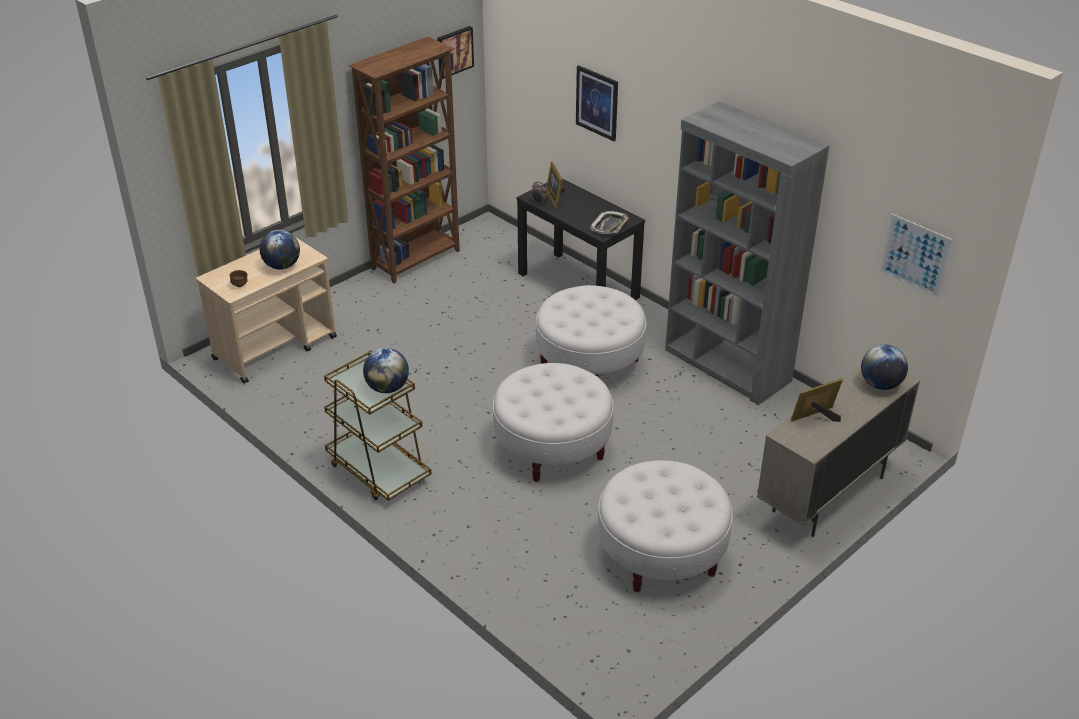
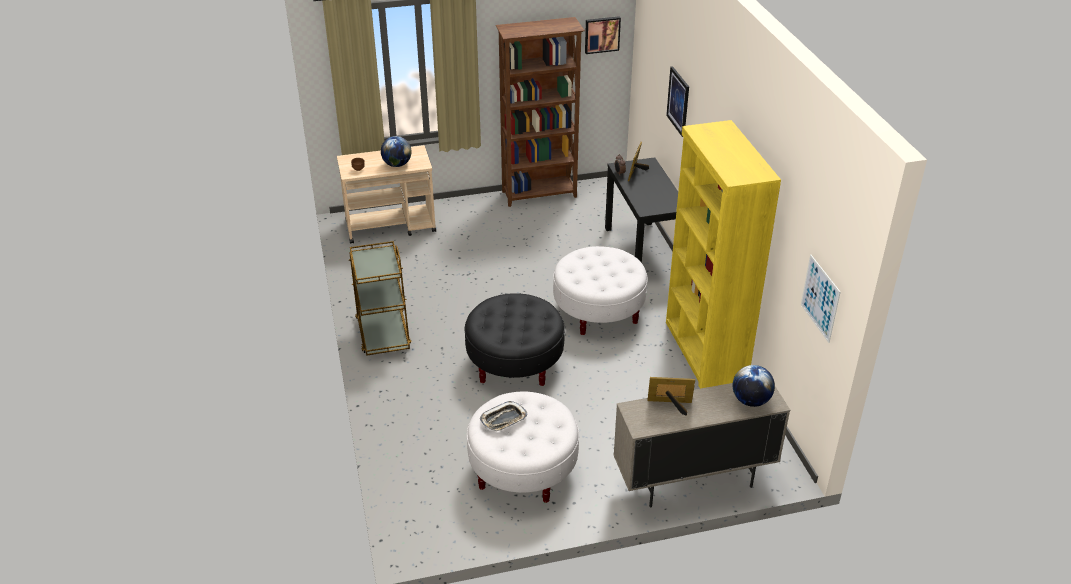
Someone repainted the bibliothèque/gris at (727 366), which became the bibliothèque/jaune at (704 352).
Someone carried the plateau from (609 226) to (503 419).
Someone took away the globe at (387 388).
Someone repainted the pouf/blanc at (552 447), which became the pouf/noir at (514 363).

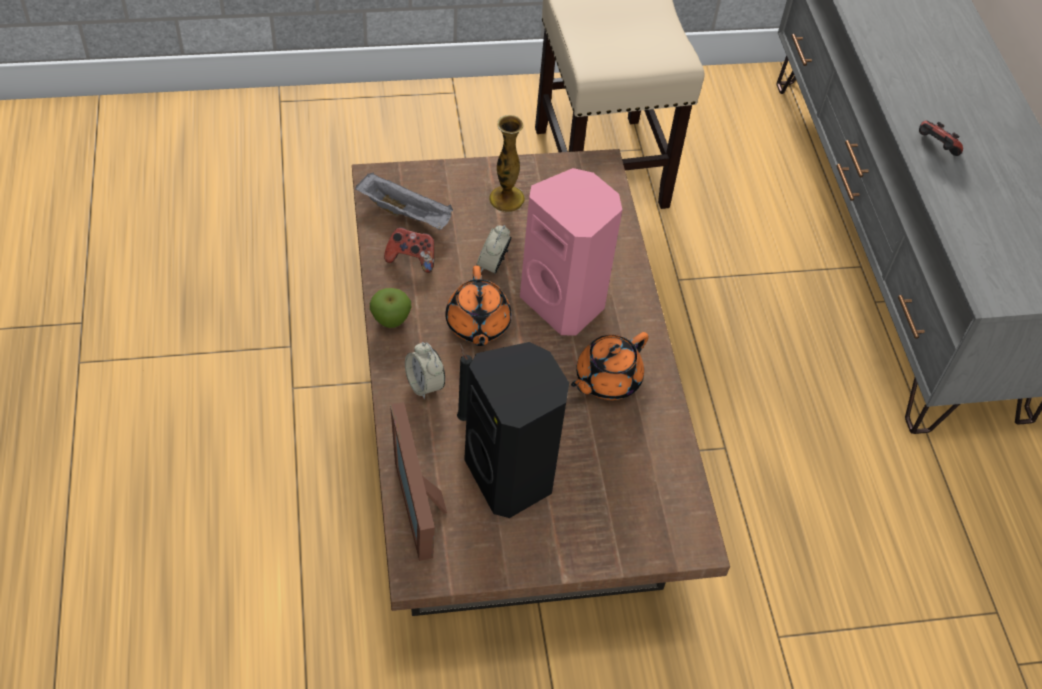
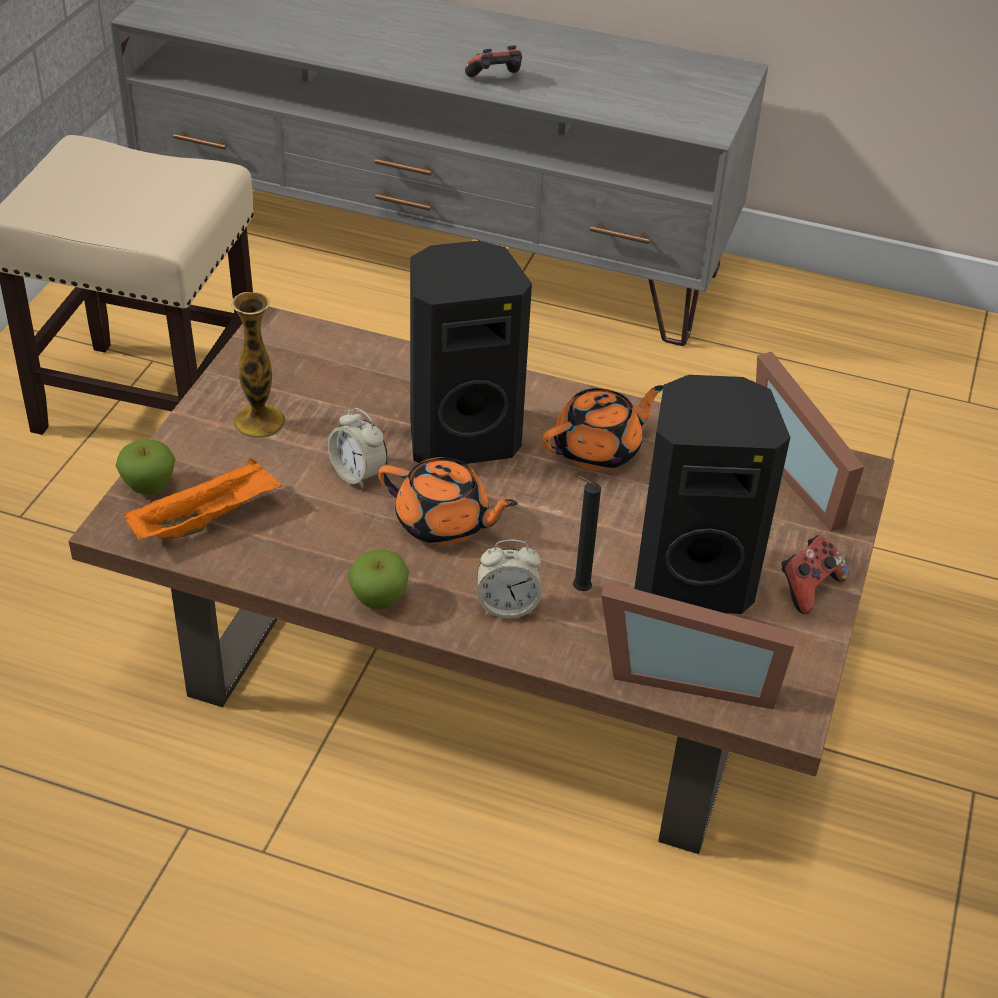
Someone repainted the enceinte/rose at (565 302), which became the enceinte/noir at (461 437).
Someone repainted the plateau/gris at (406 213), which became the plateau/orange at (207 519).
Someone carried the manette from (411 258) to (808 588).
Someone rotated the théière/orange at (606 380) by 105 degrees counterclockwise.
Someone put down the cadre photo at (805 475).
Someone put down the pomme at (149 487).

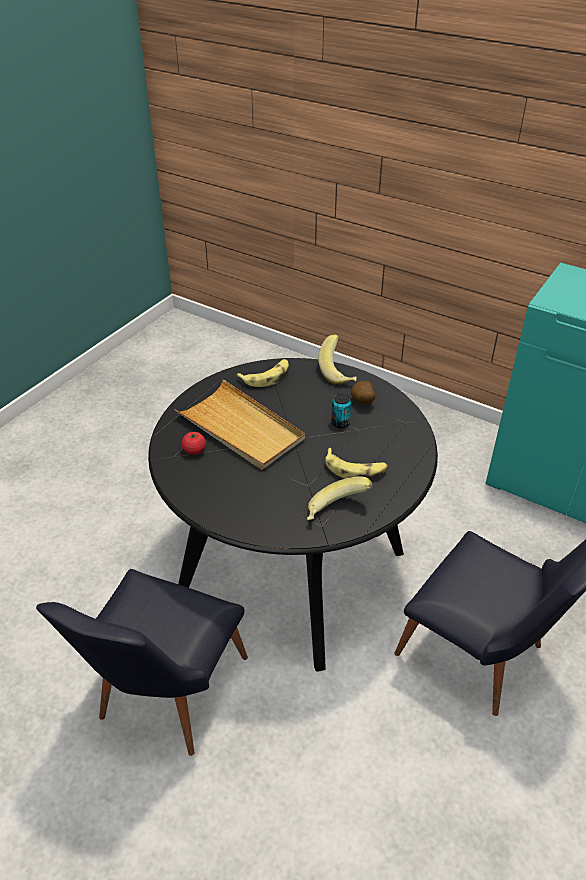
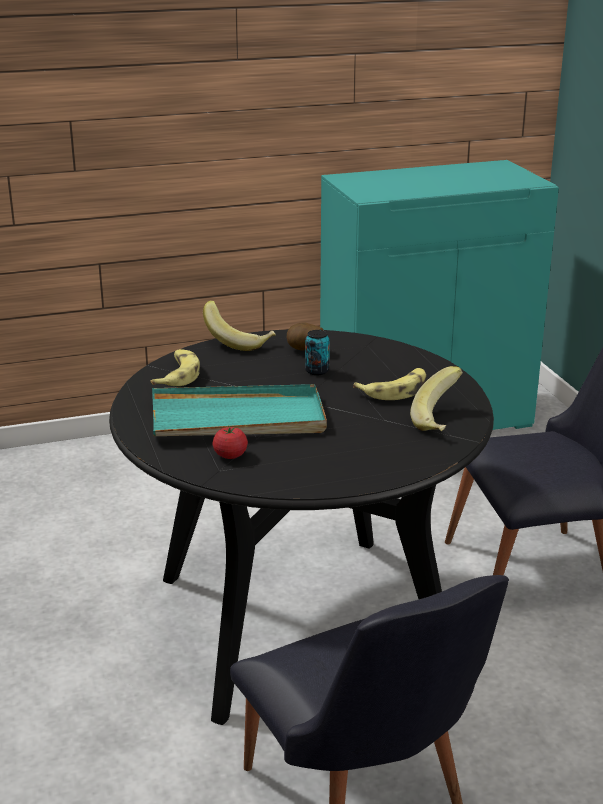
Someone repainted the plateau/beige at (241 428), which became the plateau/turquoise at (238 418).

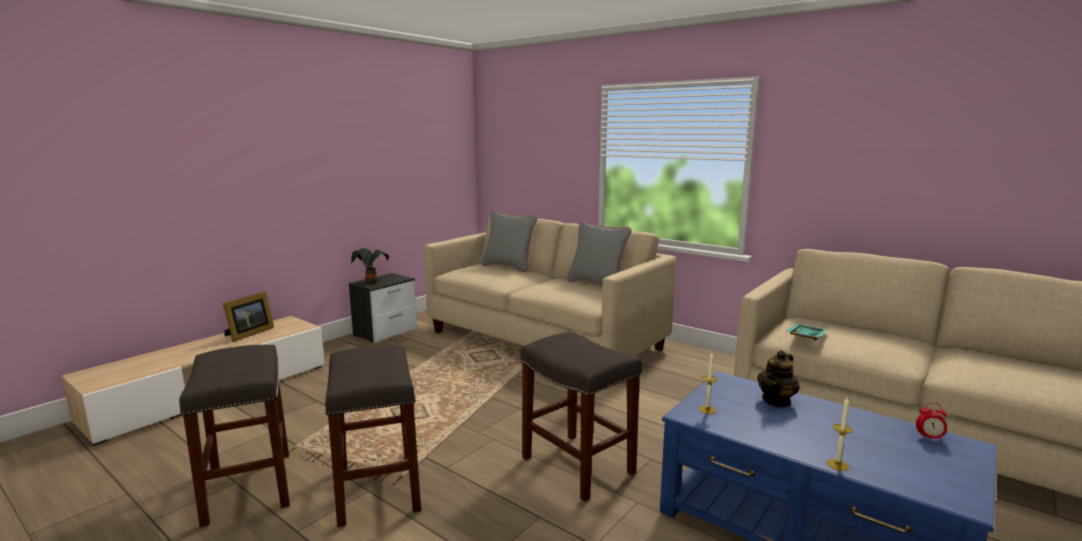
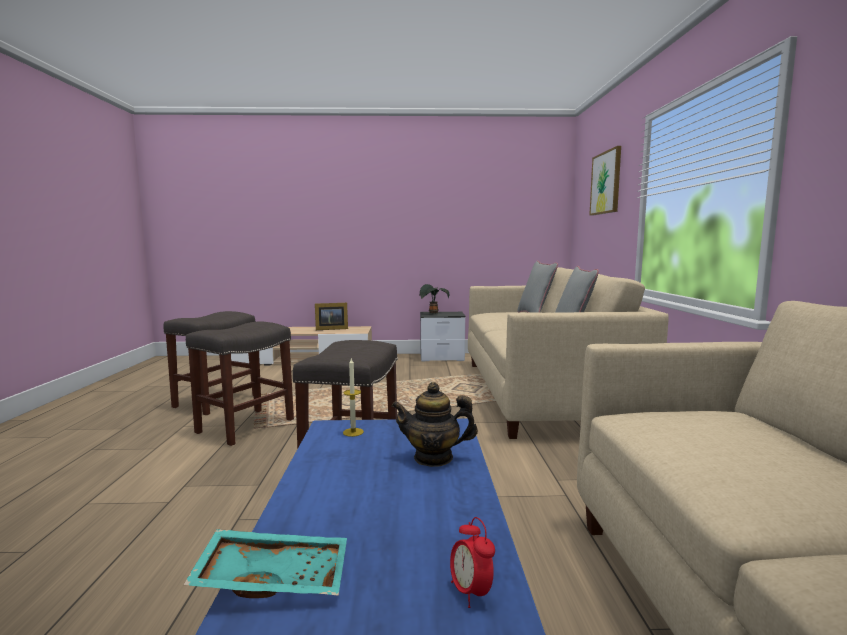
Someone carried the plateau/turquoise from (805 337) to (275 577).
Someone took away the bougie at (837 465).
Someone put up the tableau at (606 183).

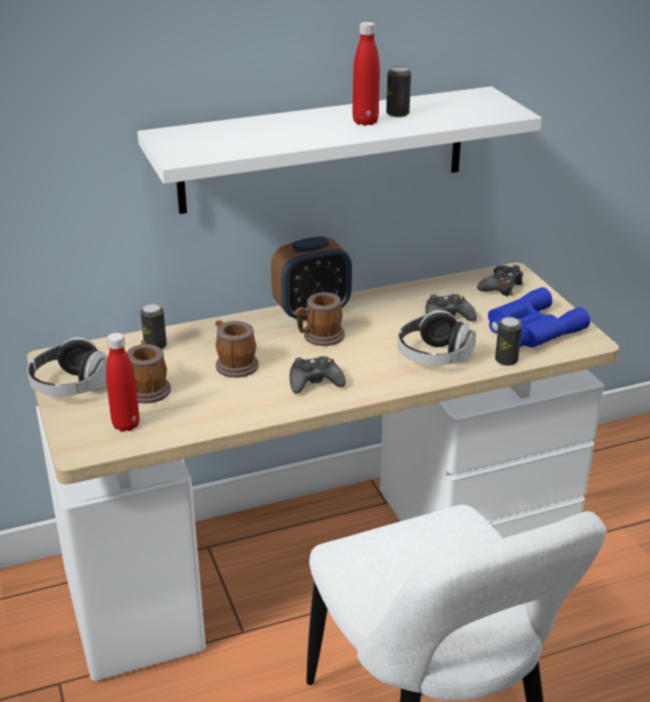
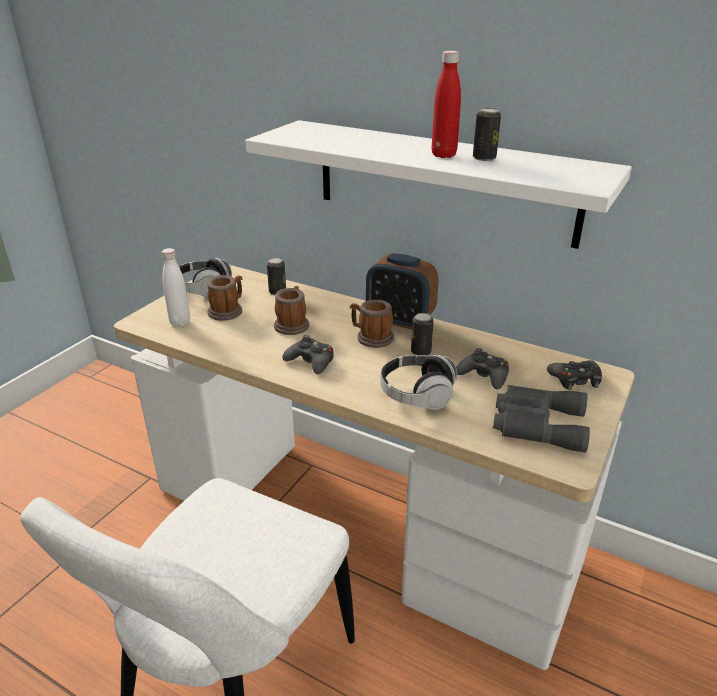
Someone repainted the jumelles/bleu at (531 329), which became the jumelles/gris at (536 423).
Someone carried the boîte métallique from (506 360) to (421 352).
Someone repainted the bouteille/rouge at (126 425), which became the bouteille/blanc at (180 322).

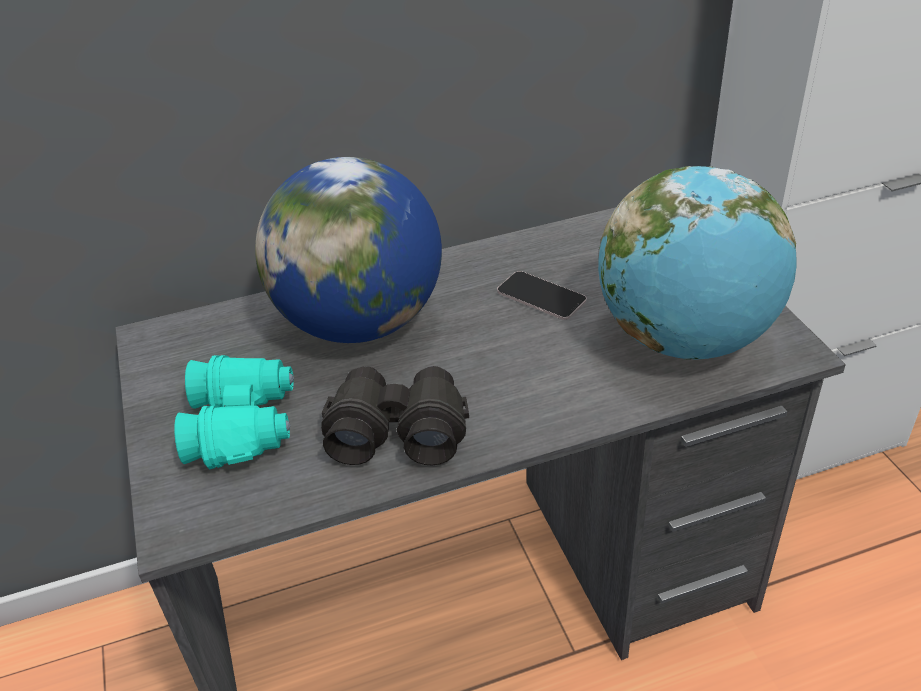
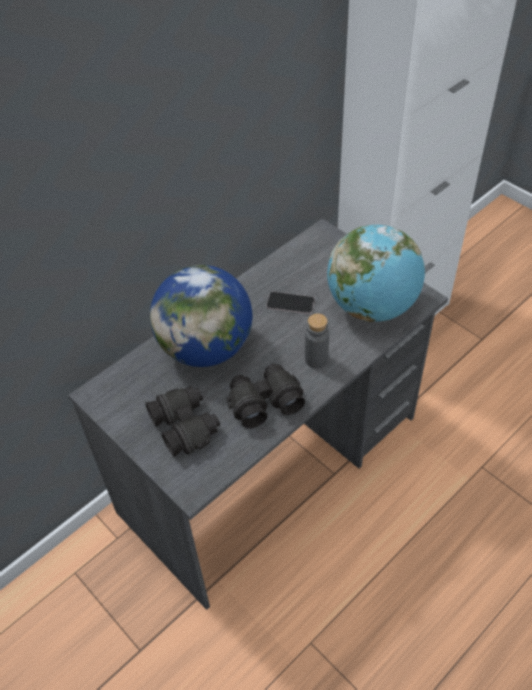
Someone repainted the jumelles/turquoise at (243 425), which became the jumelles/noir at (185 426).
Someone put down the bouteille/gris at (316 359).

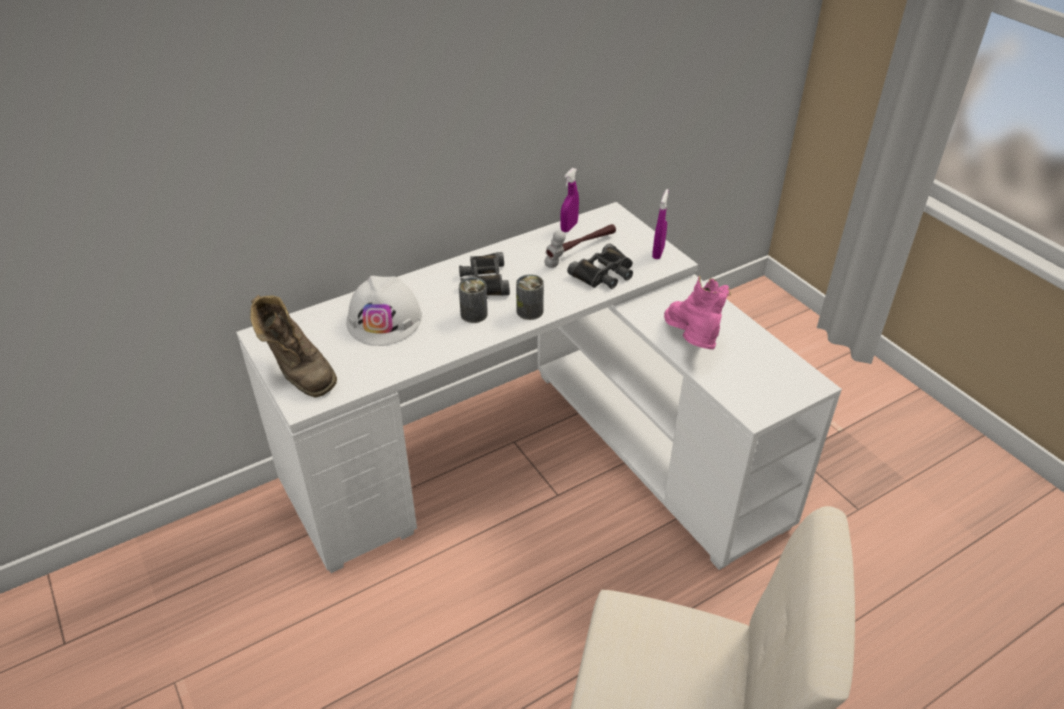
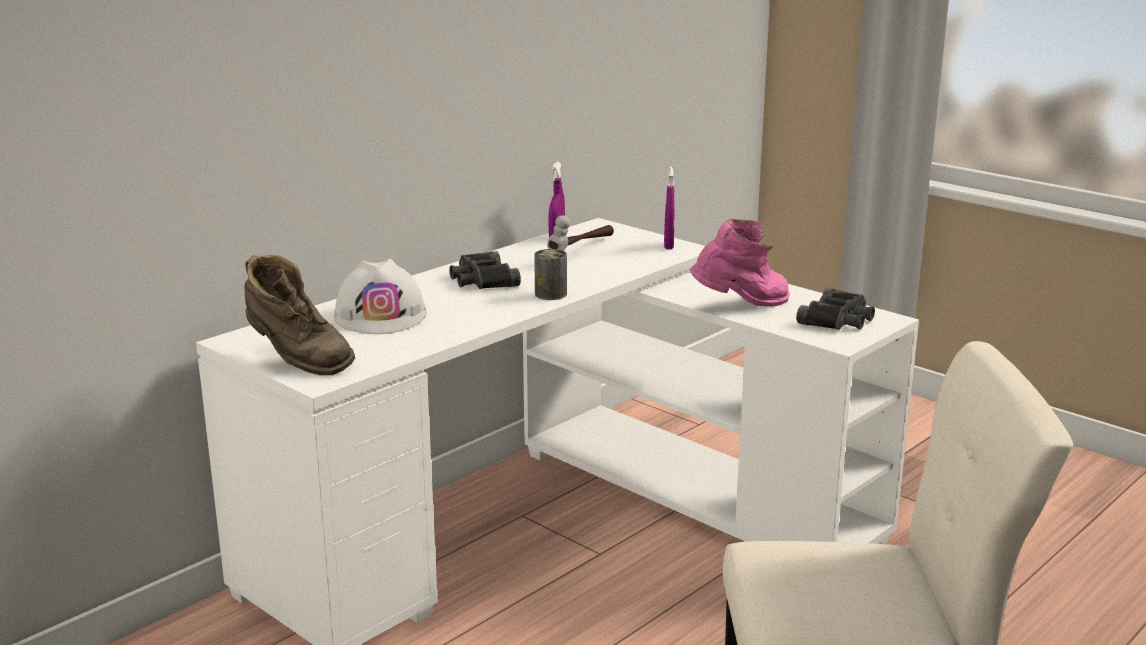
Someone carried the jumelles/noir from (604 274) to (837 319).
Someone rotated the botte/rose at (691 343) by 90 degrees clockwise.
Someone took away the boîte métallique at (474 314).

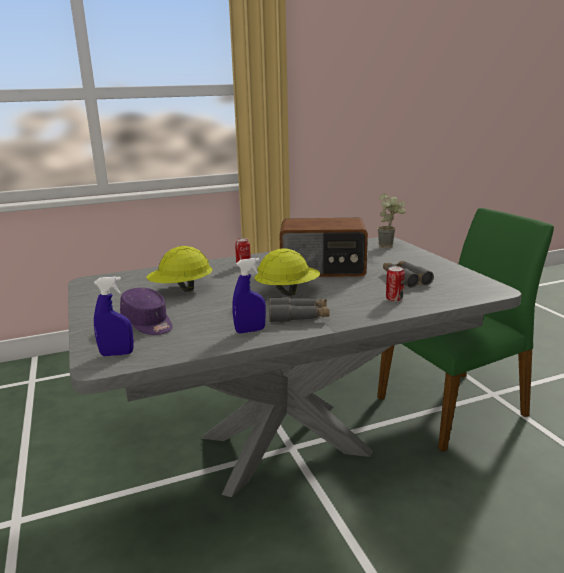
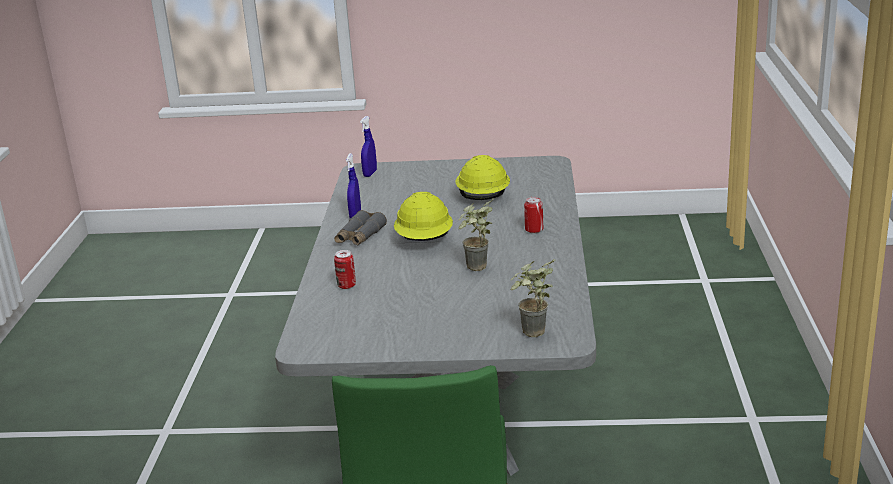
Someone swapped the radio at (323 269) for the plante en pot at (476 270).
Someone took away the jumelles/gris at (405 279).
Someone took away the casquette/violet at (148 324).

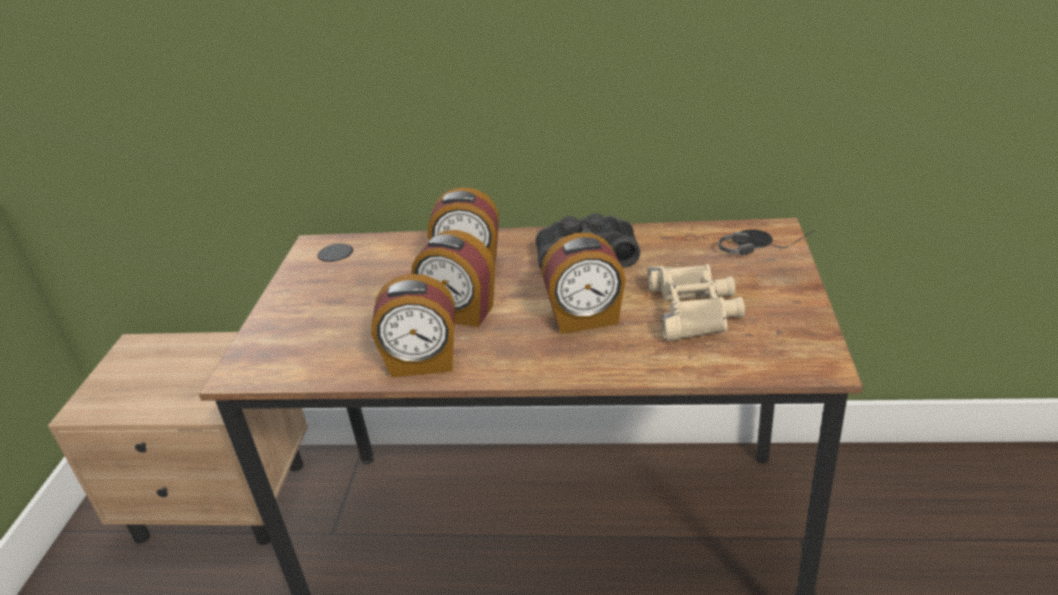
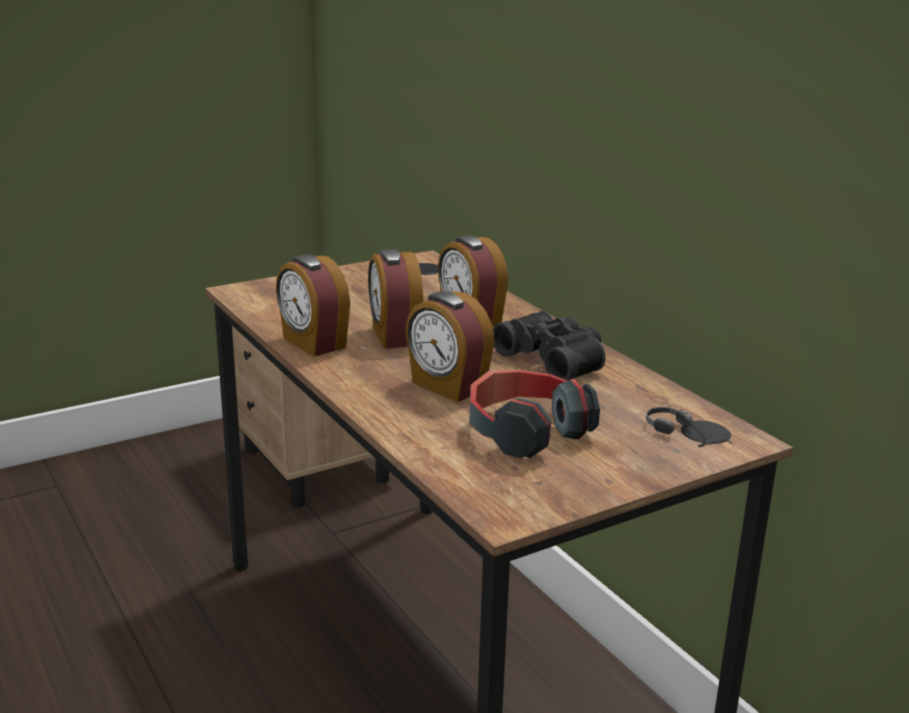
Someone swapped the jumelles/beige at (694 309) for the casque audio at (525 431).

